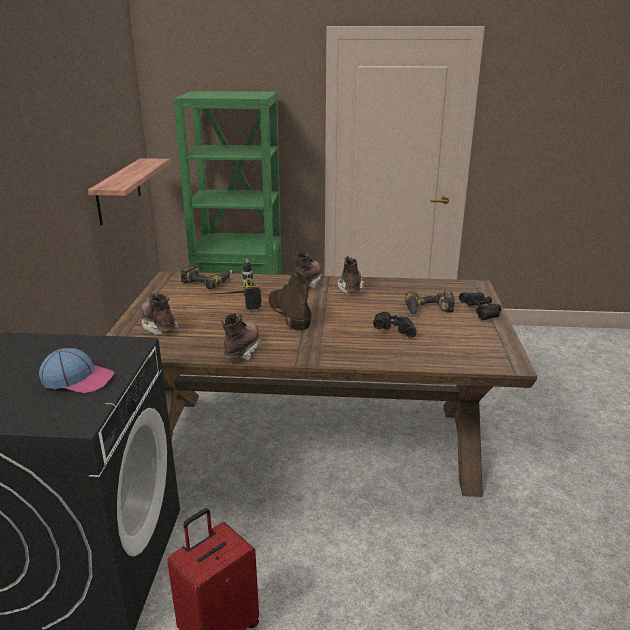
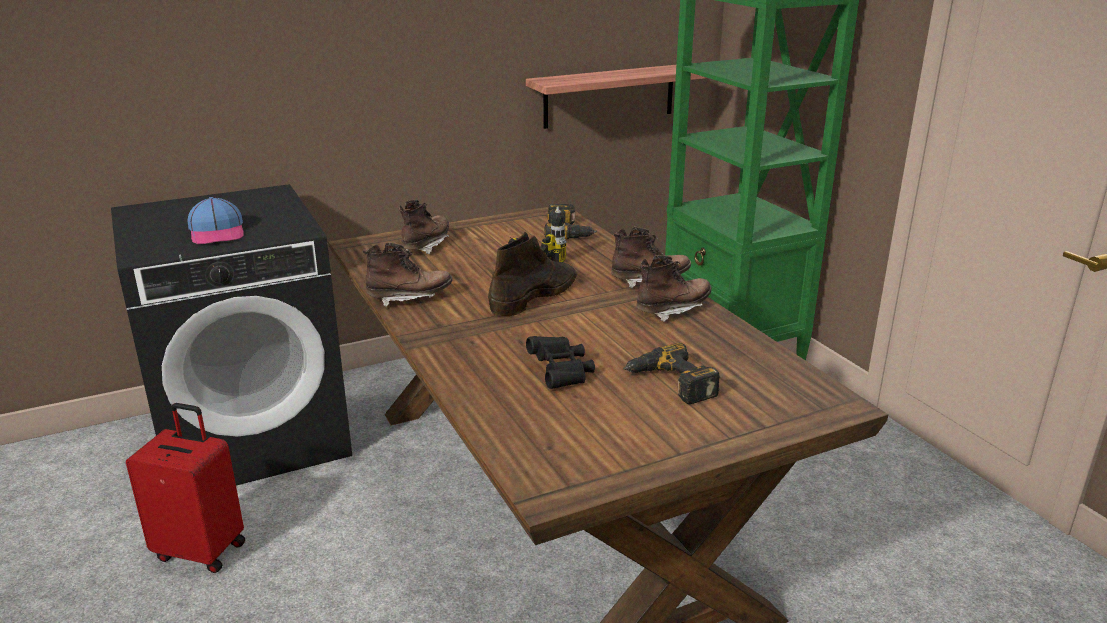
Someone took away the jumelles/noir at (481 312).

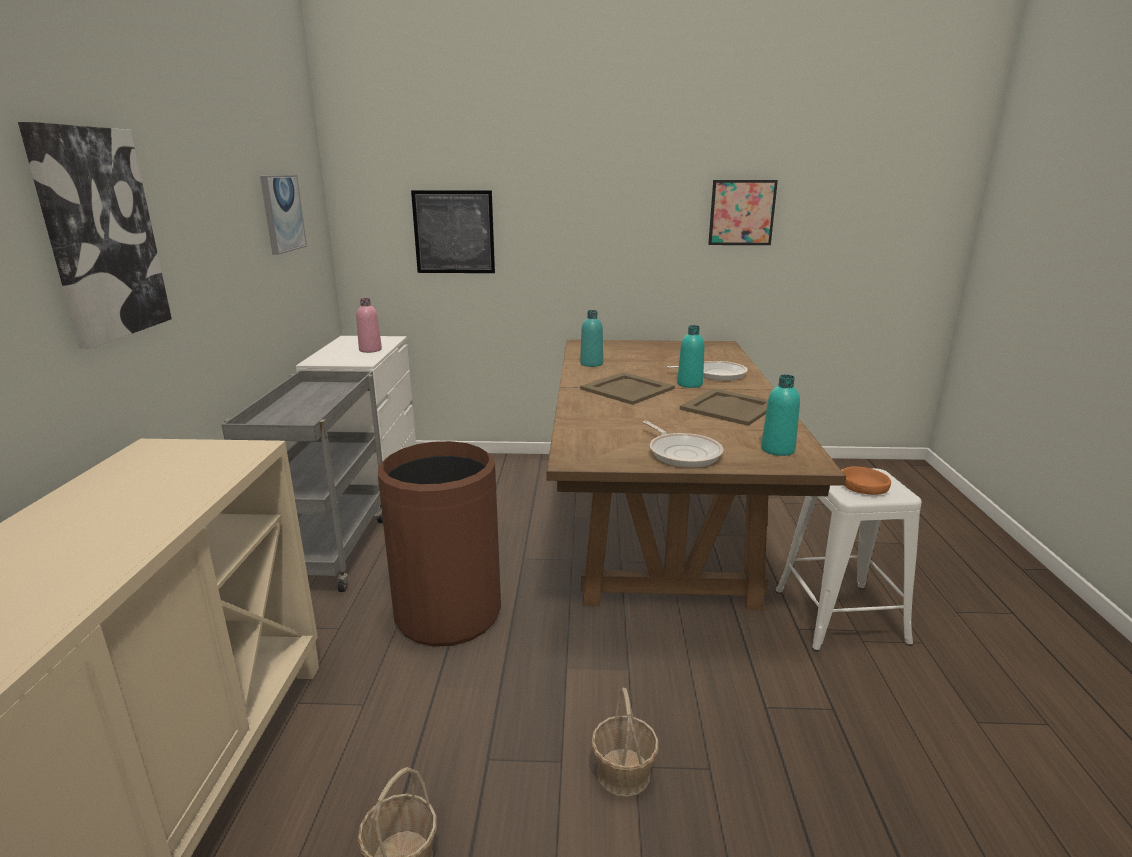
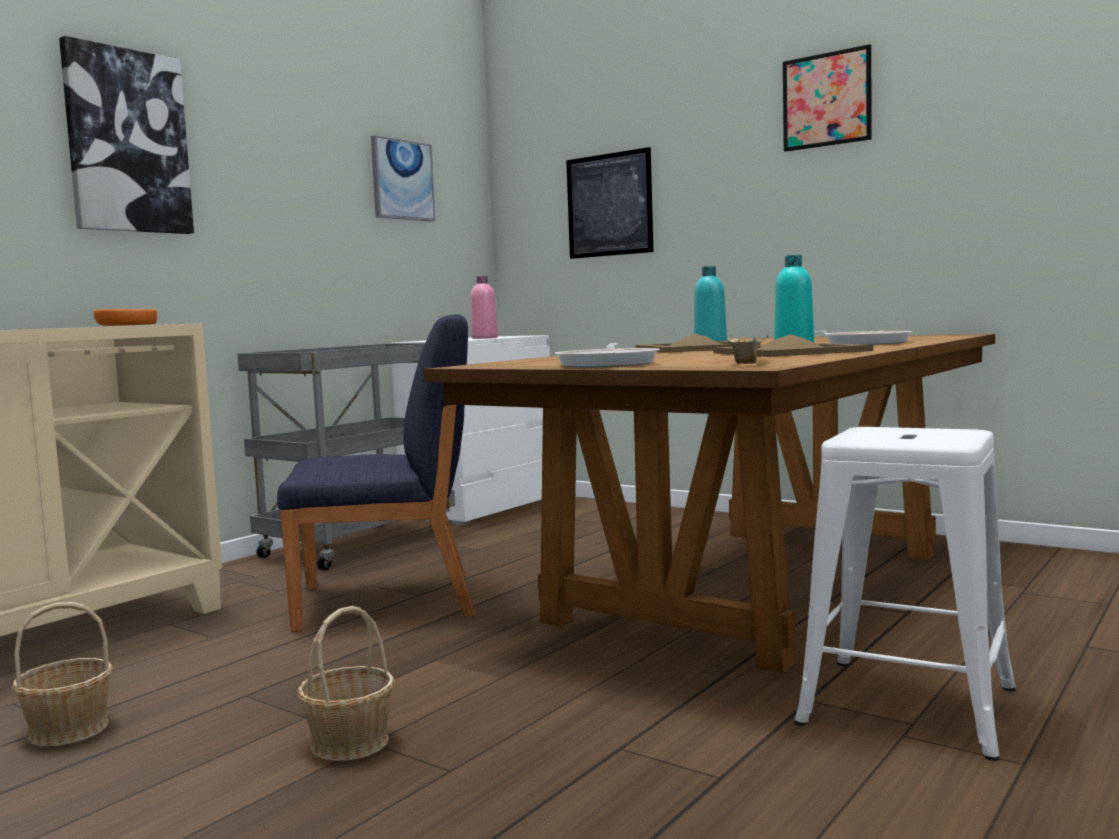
Someone carried the tableau from (742 212) to (826 100).
Someone swapped the bouteille/turquoise at (777 449) for the plateau/beige at (745 363).
Someone swapped the poubelle/marron at (448 614) for the chaise/bleu at (389 600).
Someone carried the bol/orange from (863 487) to (126 325).

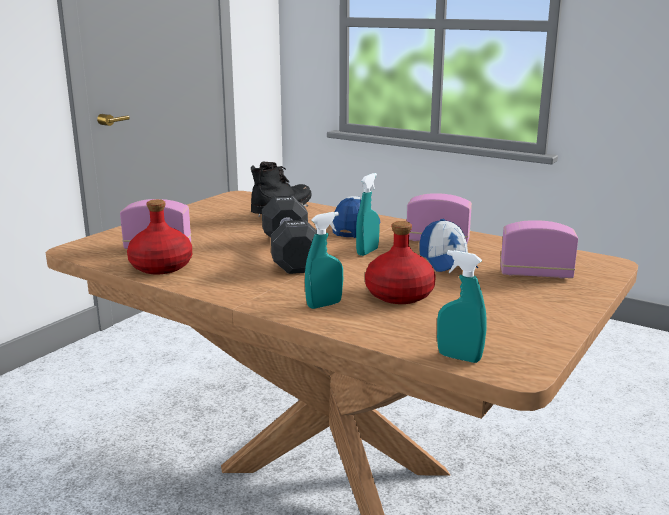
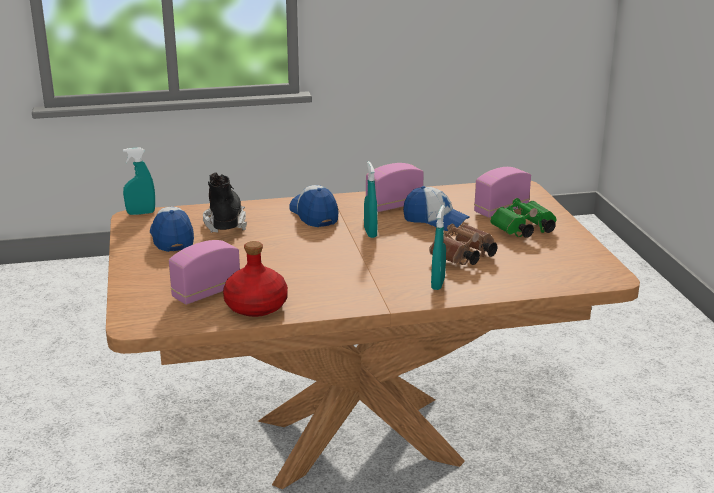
Someone took away the haltère/noir at (290 254).
Someone swapped the bouteille/rouge at (398 295) for the jumelles/marron at (463 258).
Someone carried the vaporisateur/turquoise from (459 357) to (141 213).
Someone put down the jumelles/vert at (523 231).
Someone put down the casquette at (171 237).

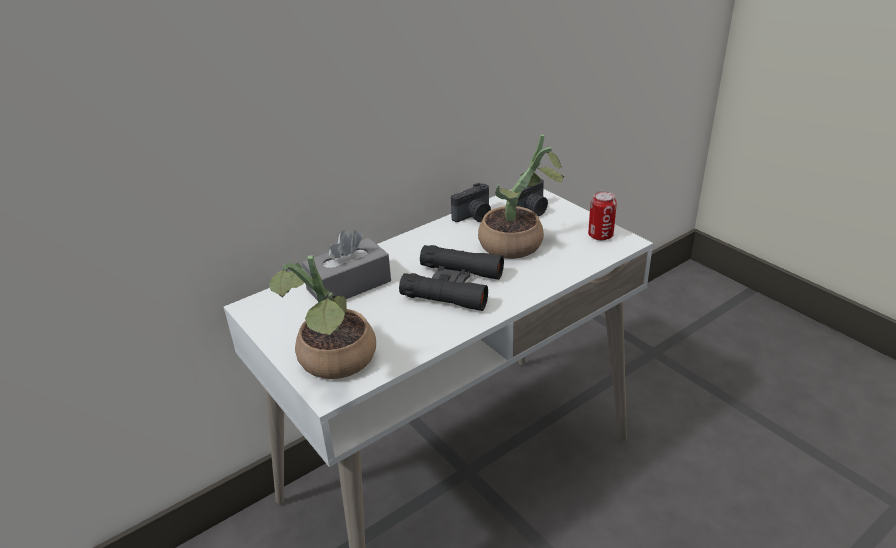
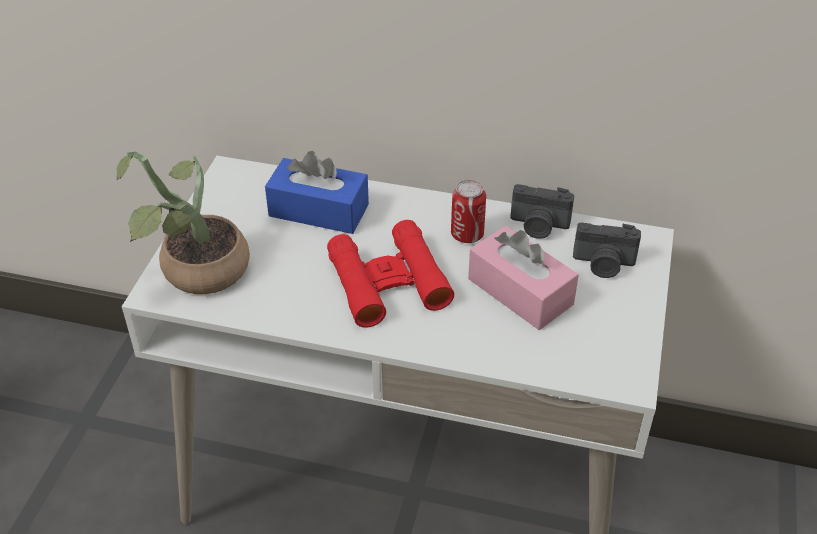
Someone swapped the plante en pot at (519 244) for the boîte à mouchoirs/rose at (520 291).
Someone carried the boîte métallique from (600 235) to (467 234).
Someone repainted the boîte à mouchoirs/gris at (349 285), which became the boîte à mouchoirs/bleu at (318 210).
Someone repainted the jumelles/noir at (453 286), which became the jumelles/rouge at (388 282).

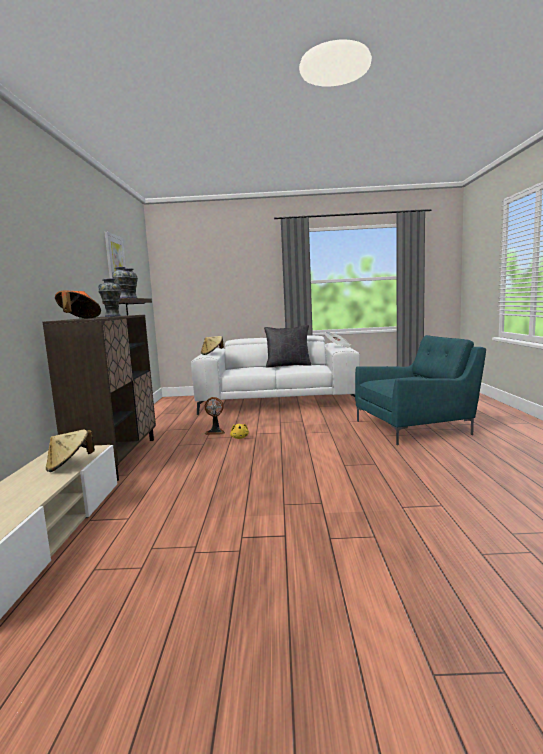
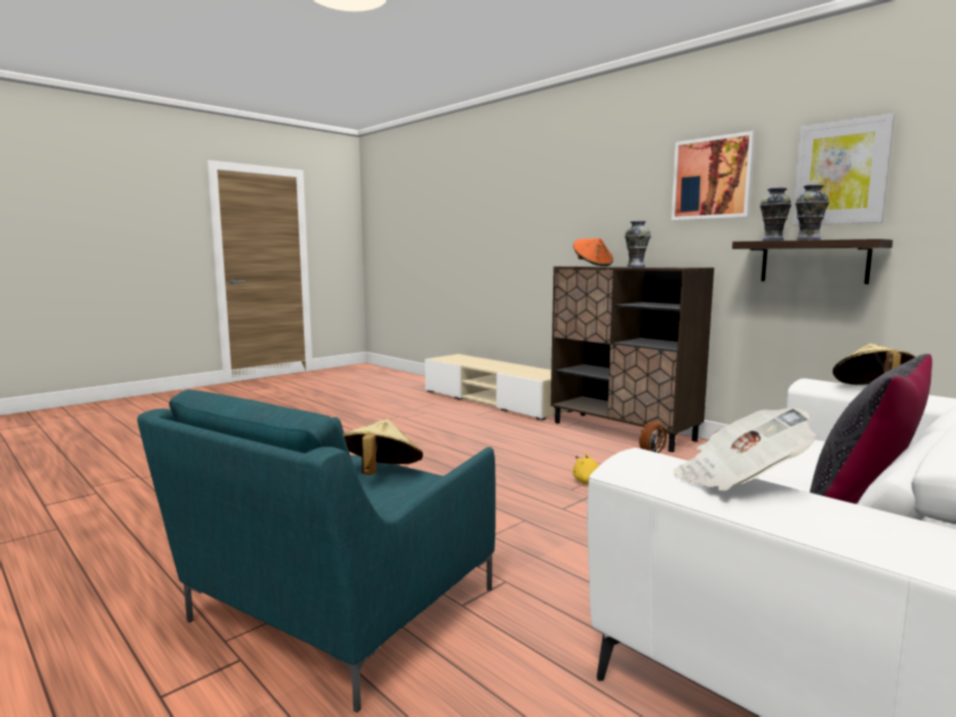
Someone carried the chapeau/beige from (69 465) to (381 474).
Someone put up the tableau at (712 178).

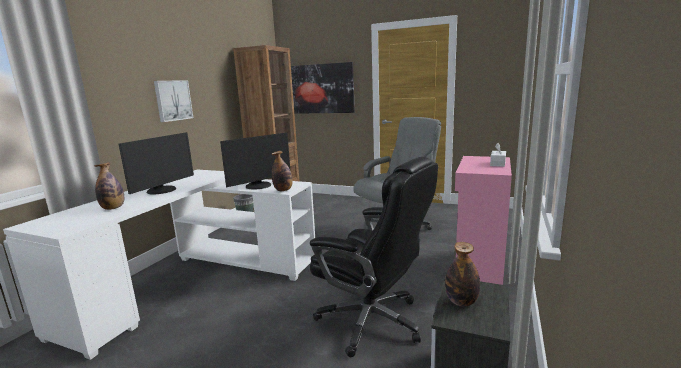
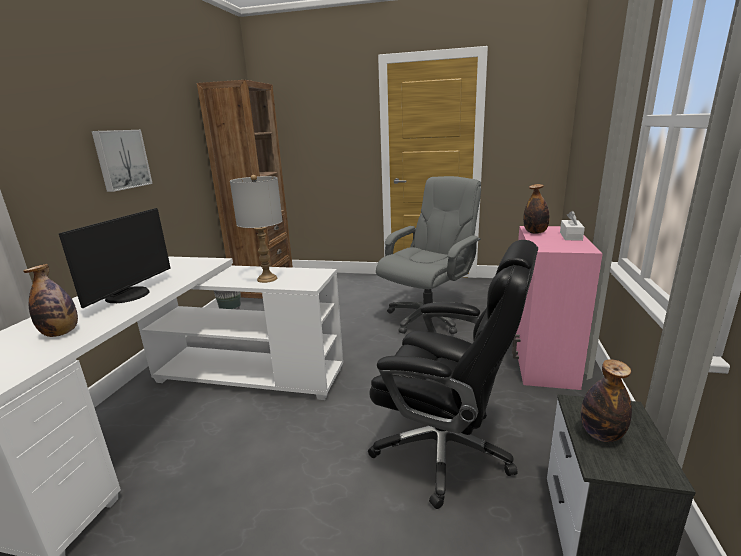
Someone took away the tableau at (320 89).
Someone swapped the écran d'ordinateur at (259 186) for the lampe de table/gris at (267 279).
Someone carried the bouteille from (283 190) to (535 232).

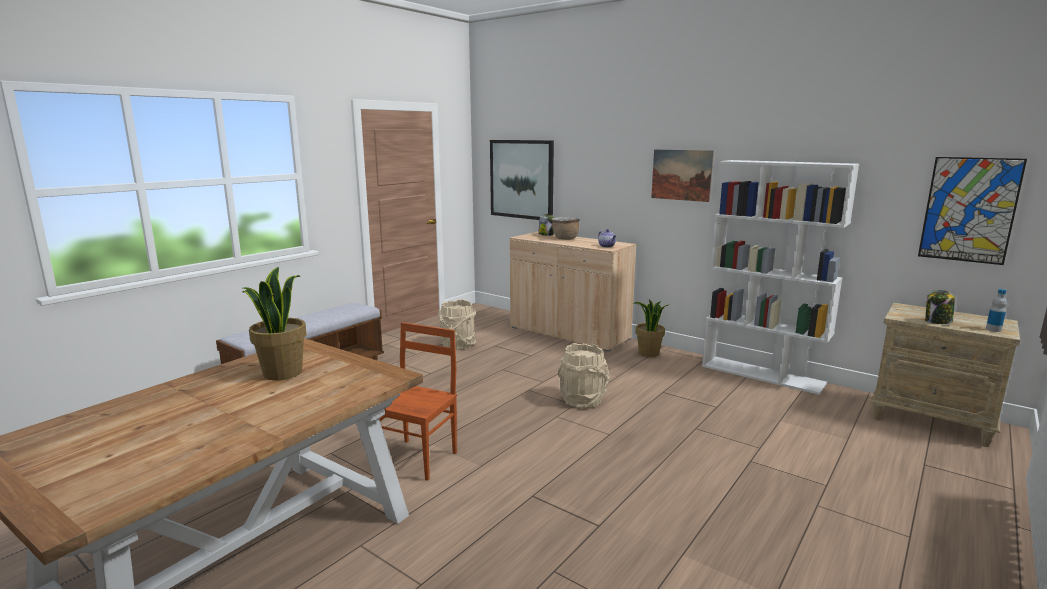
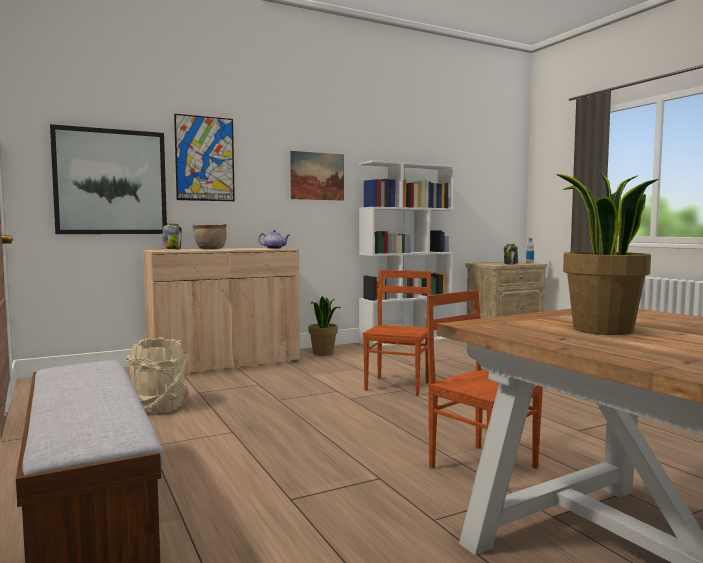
Someone carried the tableau from (969 210) to (205 158).
Someone swapped the seau/beige at (582 400) for the chaise/marron at (398 386).

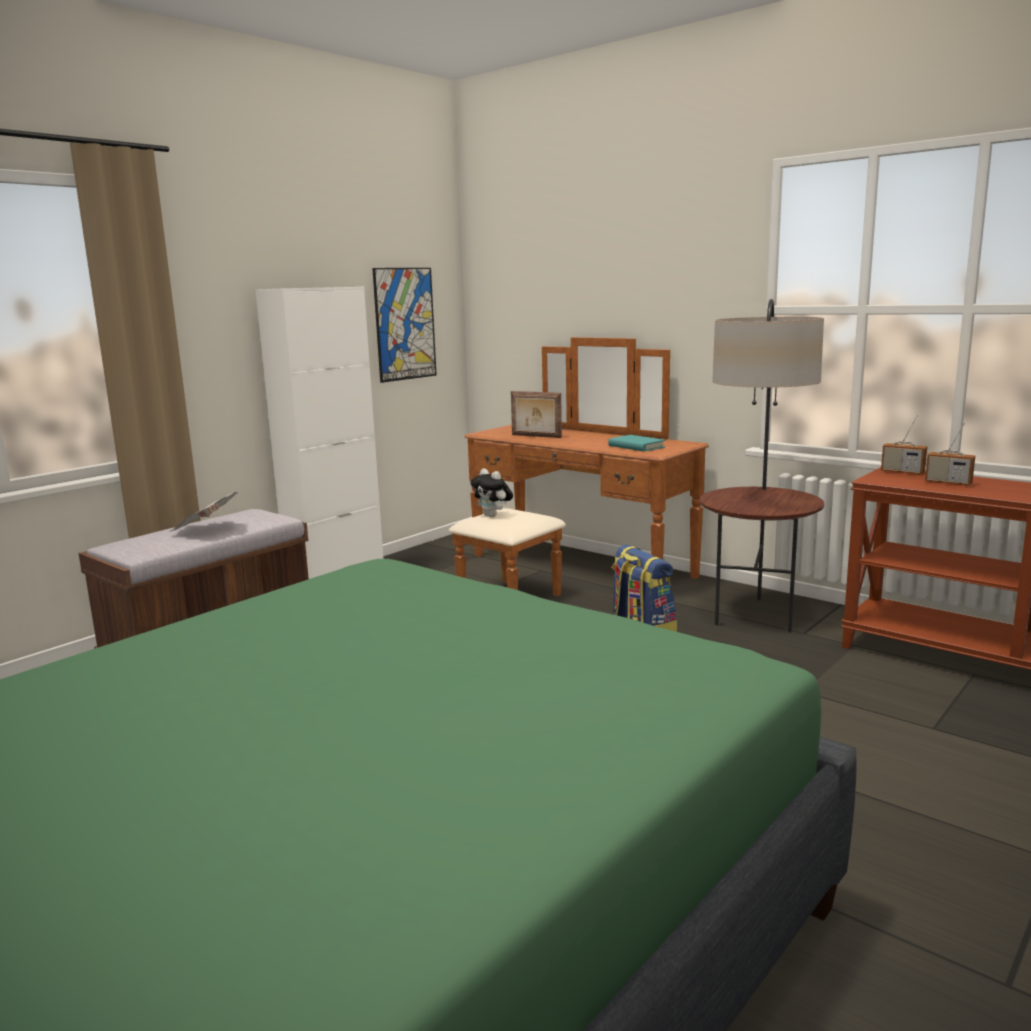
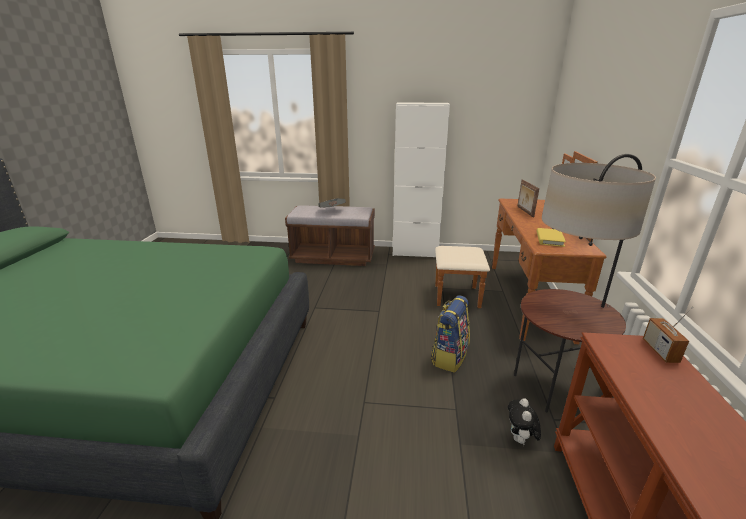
Someone took away the tableau at (405 324).
Someone took away the radio at (948 482).
Someone repainted the livre/turquoise at (636 446), which became the livre/jaune at (549 239).
Someone carried the peluche from (493 516) to (520 439).

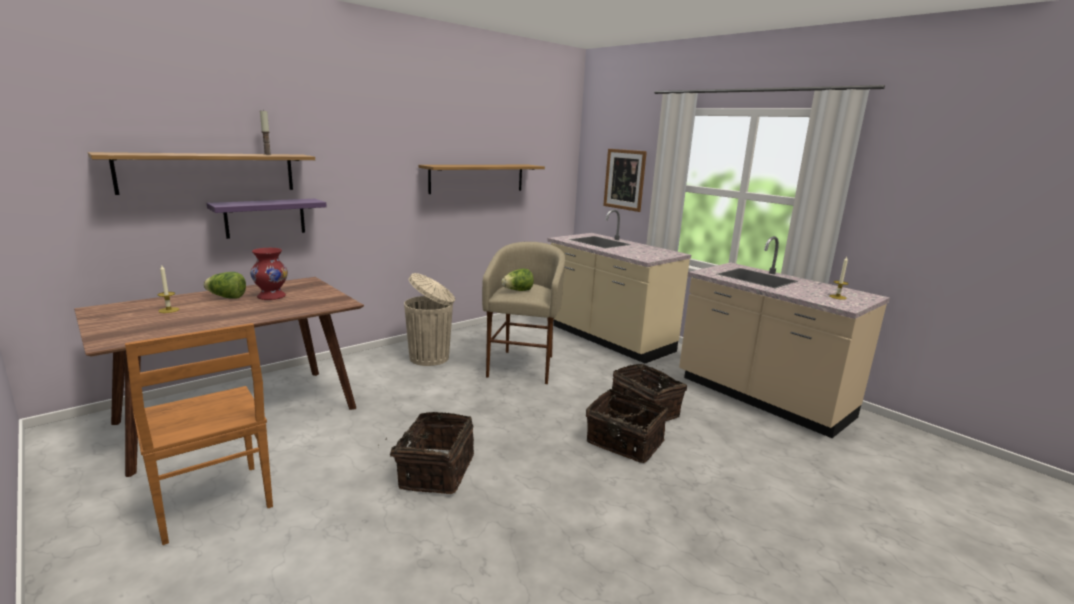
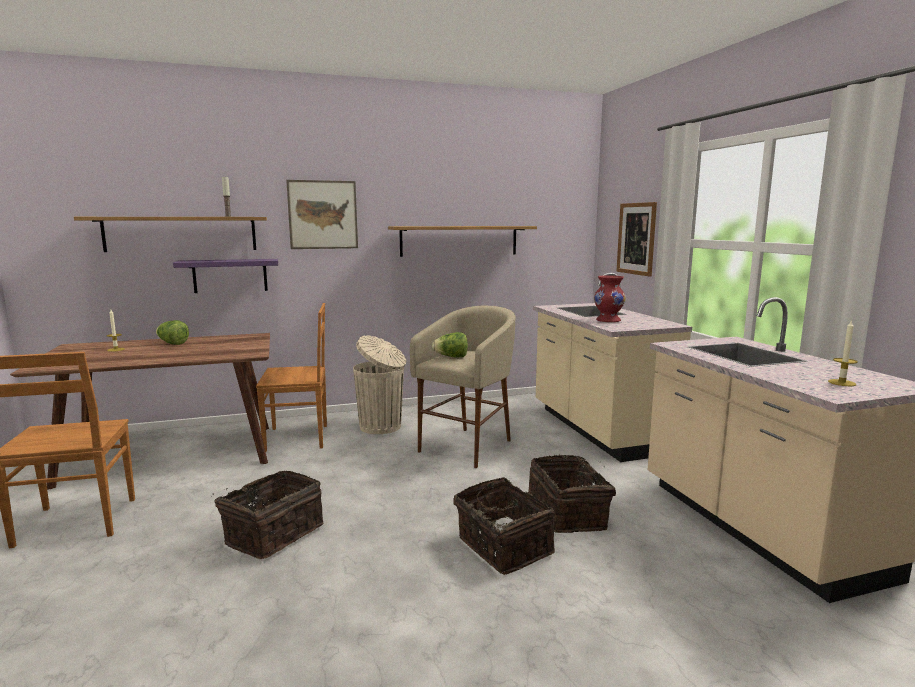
Someone carried the vase/rouge from (271 297) to (608 320).
Someone put up the tableau at (323 215).
Someone put down the chaise/marron at (299 438).

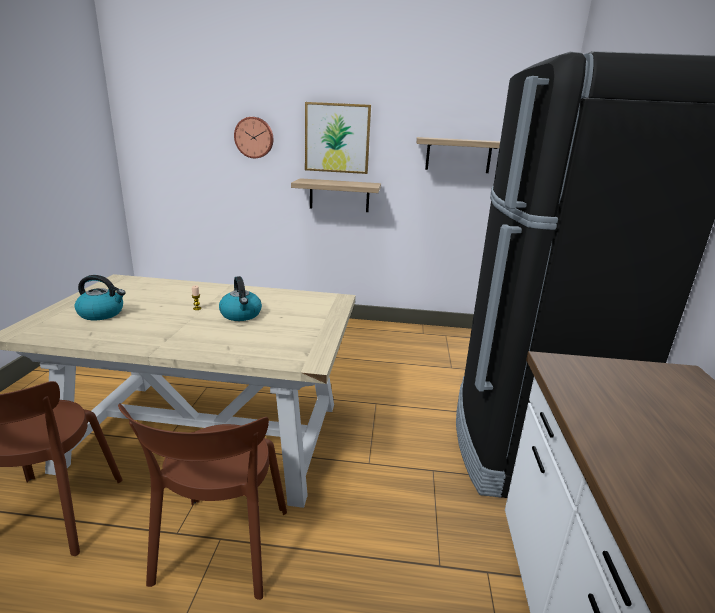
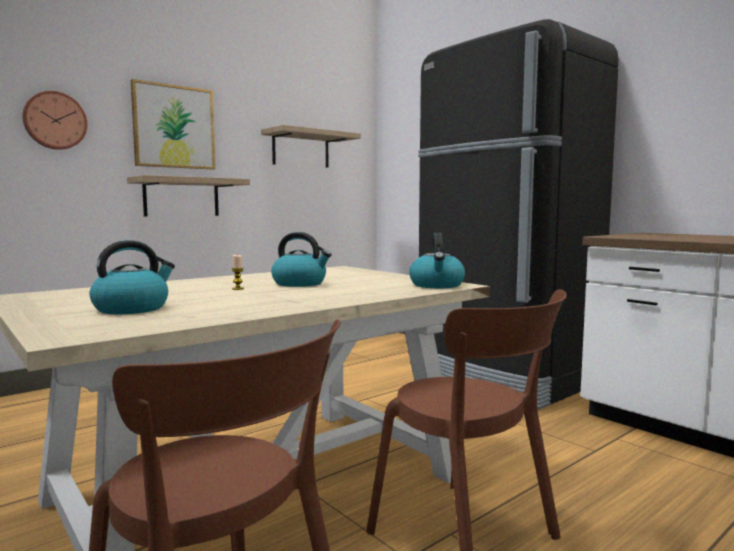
Someone put down the bouilloire at (437 285).

